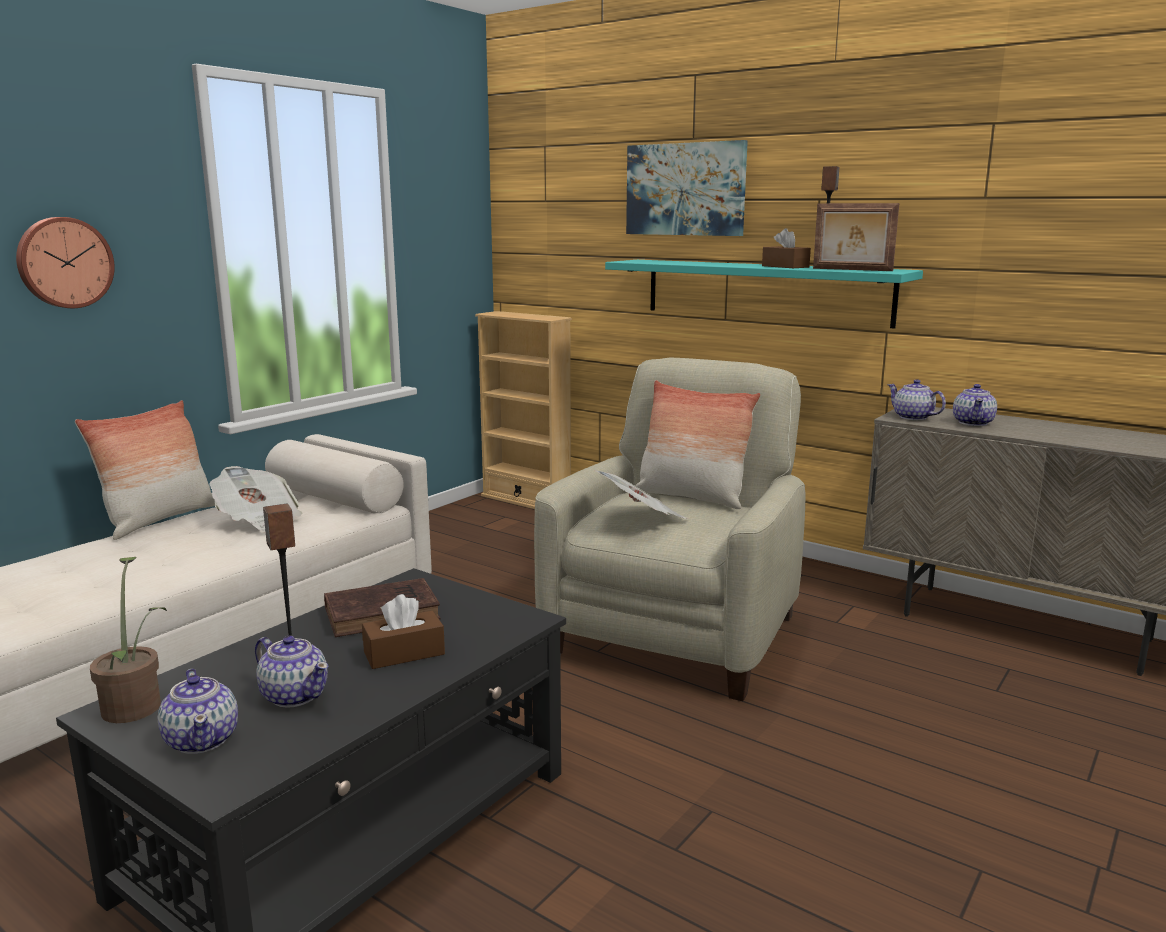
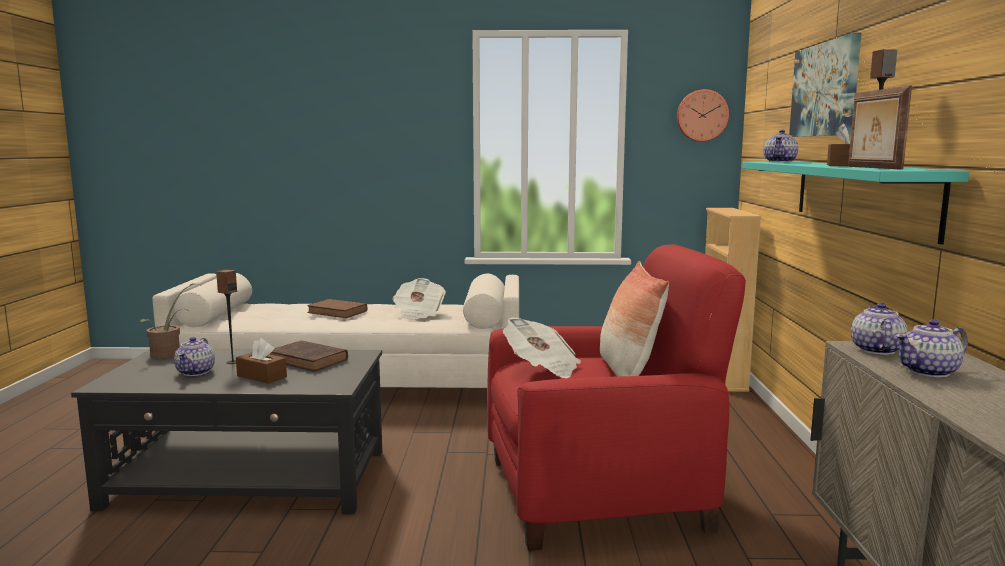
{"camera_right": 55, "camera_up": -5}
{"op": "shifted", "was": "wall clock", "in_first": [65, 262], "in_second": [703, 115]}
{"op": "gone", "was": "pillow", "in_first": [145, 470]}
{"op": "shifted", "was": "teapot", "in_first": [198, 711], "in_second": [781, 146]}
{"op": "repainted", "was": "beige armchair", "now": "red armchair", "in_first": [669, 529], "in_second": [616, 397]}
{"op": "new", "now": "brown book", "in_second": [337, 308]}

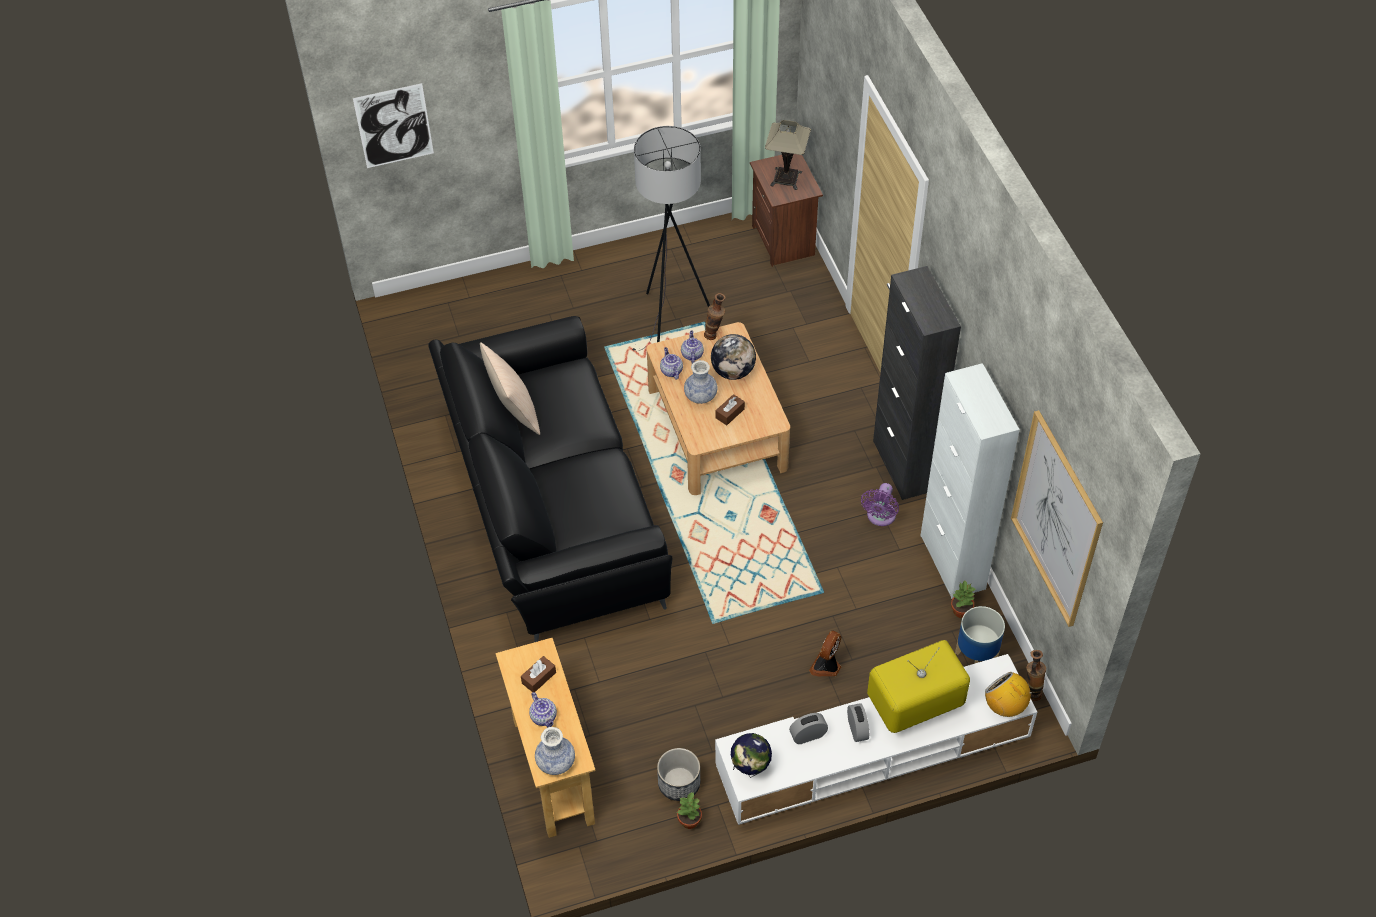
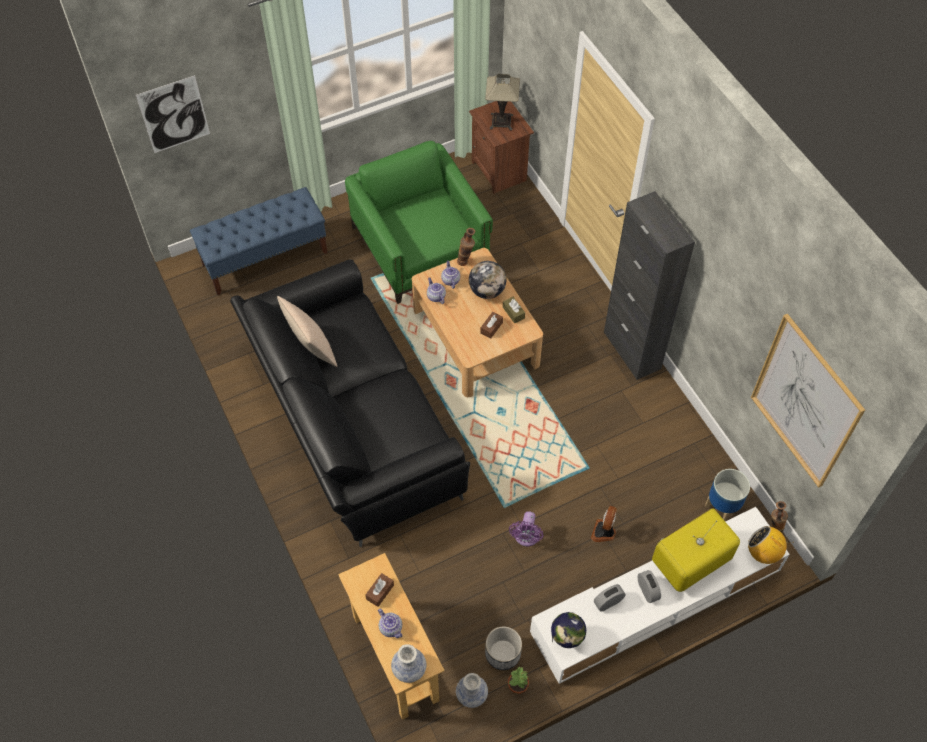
{"camera_right": -10, "camera_up": 5}
{"op": "swapped", "was": "grey floor lamp", "now": "green armchair", "in_first": [670, 239], "in_second": [419, 222]}
{"op": "shifted", "was": "vase", "in_first": [700, 382], "in_second": [472, 690]}
{"op": "shifted", "was": "purple fan", "in_first": [880, 504], "in_second": [526, 528]}
{"op": "gone", "was": "white cabinet", "in_first": [970, 481]}
{"op": "gone", "was": "potted plant", "in_first": [963, 599]}
{"op": "new", "now": "blue bench", "in_second": [259, 241]}
{"op": "new", "now": "brown tissue box", "in_second": [514, 310]}

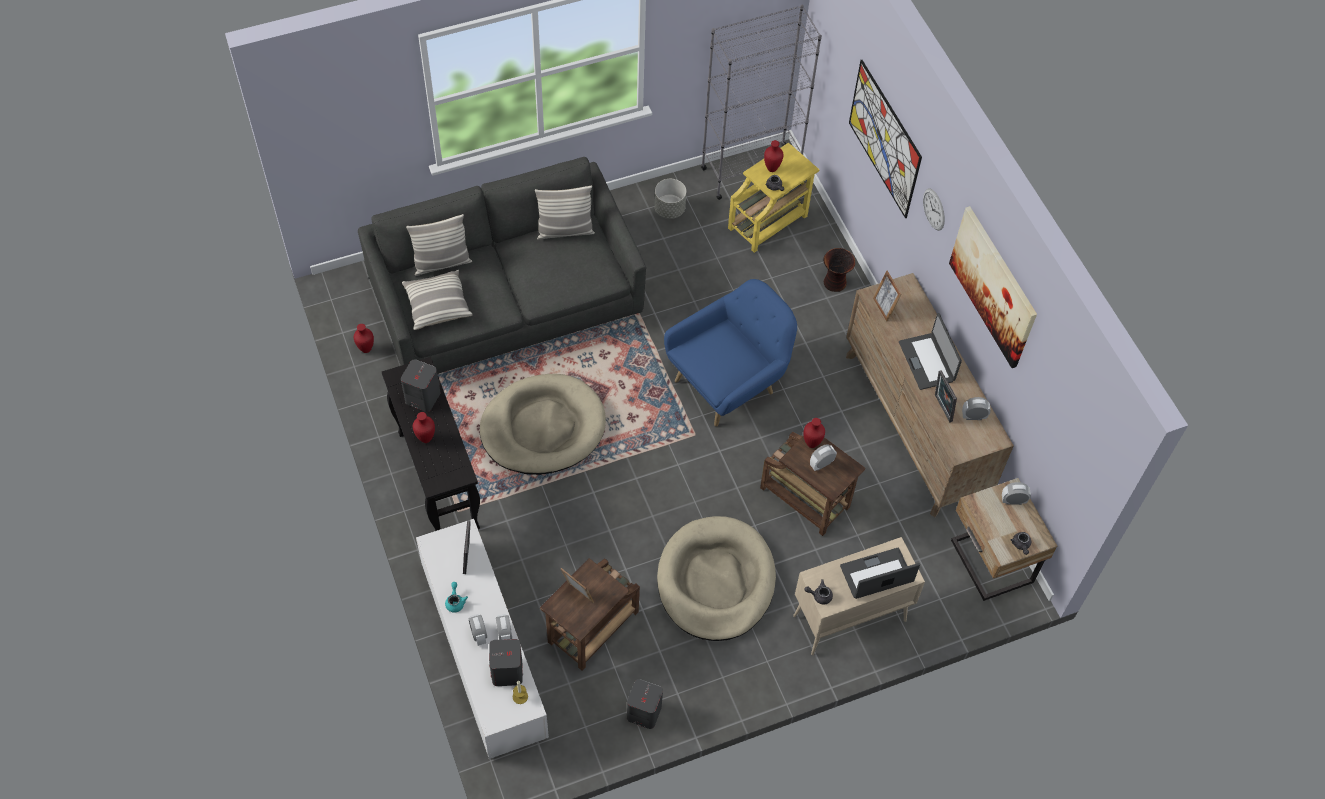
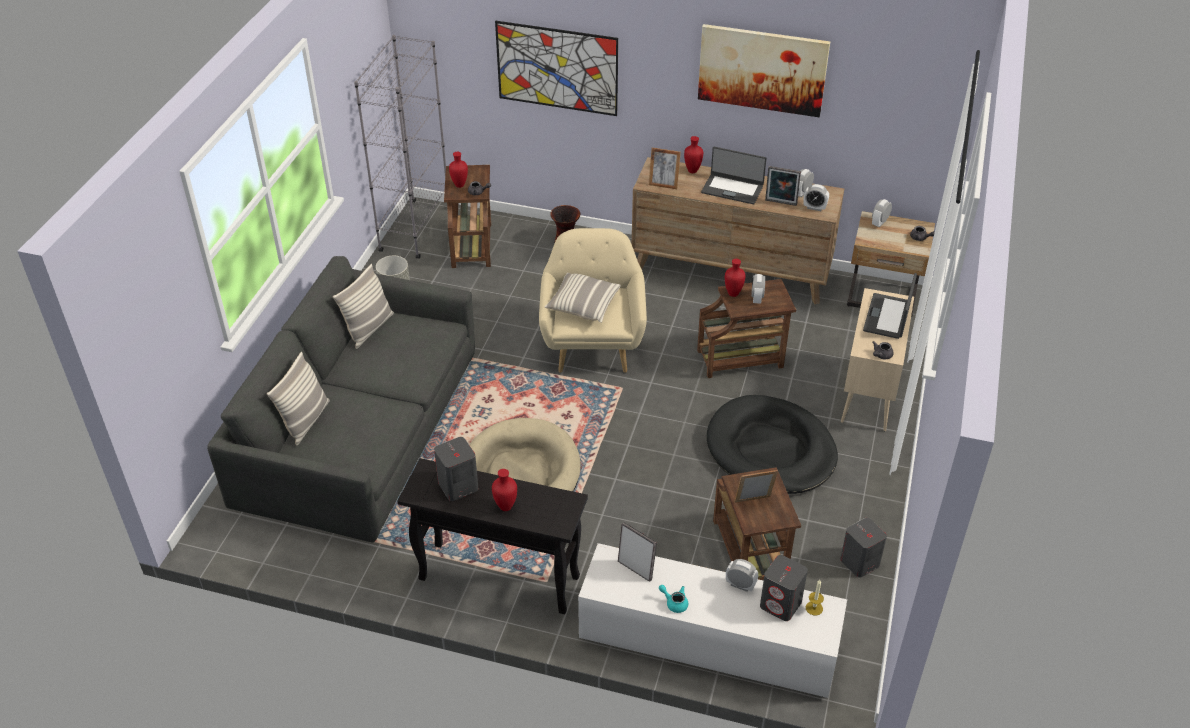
{"camera_right": -50, "camera_up": -15}
{"op": "shifted", "was": "red vase", "in_first": [364, 338], "in_second": [693, 154]}
{"op": "shifted", "was": "pillow", "in_first": [437, 300], "in_second": [583, 298]}
{"op": "shifted", "was": "alarm clock", "in_first": [478, 630], "in_second": [816, 197]}
{"op": "repainted", "was": "beige dog bed", "now": "black dog bed", "in_first": [716, 578], "in_second": [772, 444]}
{"op": "repainted", "was": "blue armchair", "now": "beige armchair", "in_first": [730, 352], "in_second": [593, 300]}
{"op": "repainted", "was": "yellow side table", "now": "brown side table", "in_first": [773, 198], "in_second": [467, 216]}
{"op": "gone", "was": "wall clock", "in_first": [934, 209]}

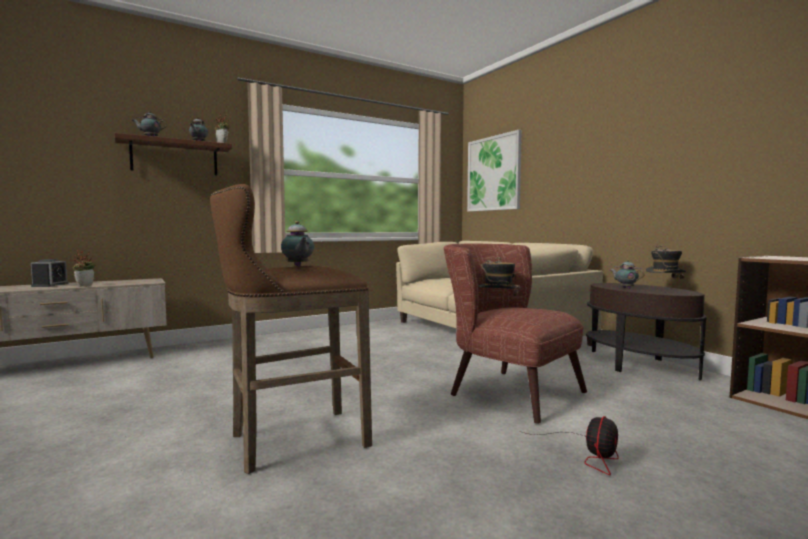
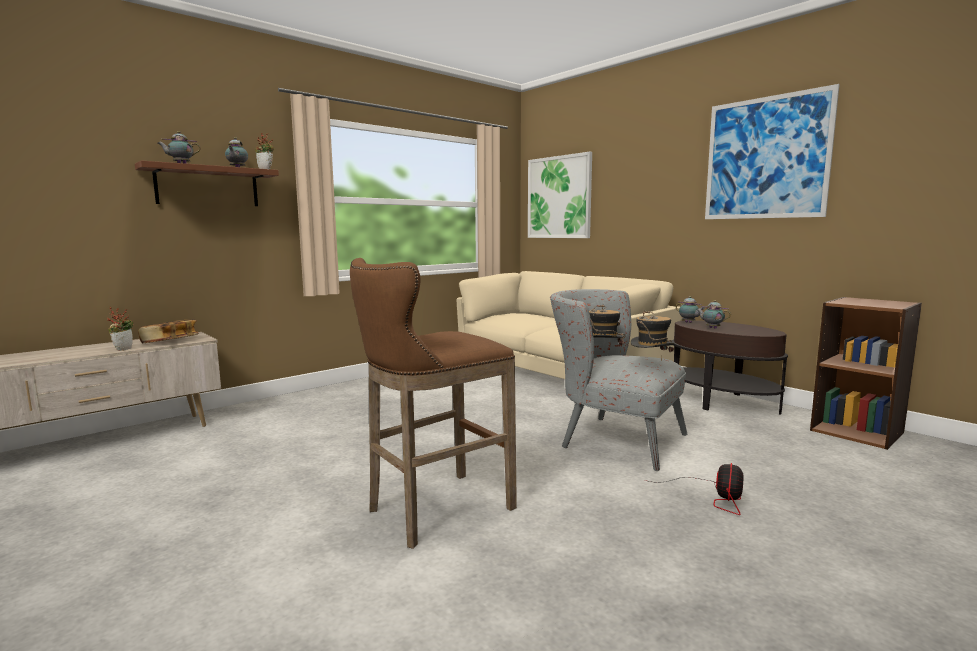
{"camera_right": -10, "camera_up": 5}
{"op": "gone", "was": "alarm clock", "in_first": [49, 273]}
{"op": "shifted", "was": "teapot", "in_first": [297, 244], "in_second": [690, 309]}
{"op": "repainted", "was": "brown armchair", "now": "grey armchair", "in_first": [515, 334], "in_second": [618, 380]}
{"op": "shifted", "was": "hat", "in_first": [666, 266], "in_second": [653, 336]}
{"op": "new", "now": "book", "in_second": [168, 331]}
{"op": "new", "now": "picture", "in_second": [772, 151]}

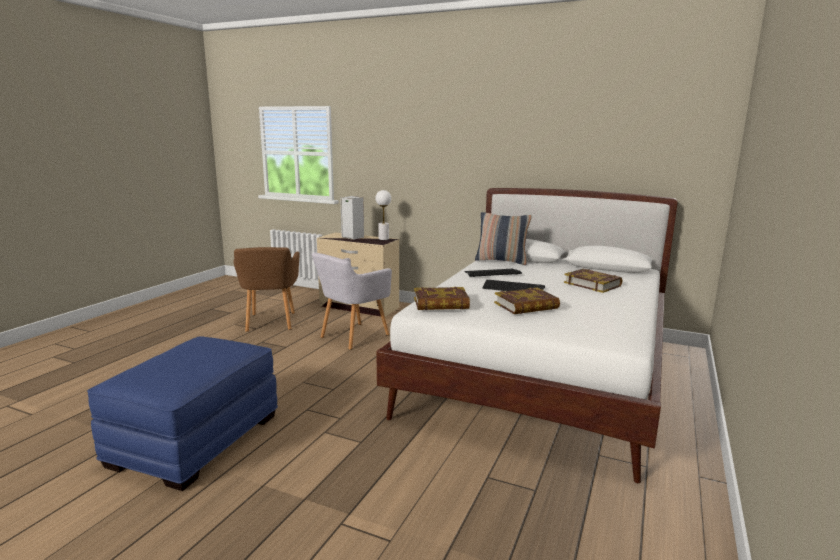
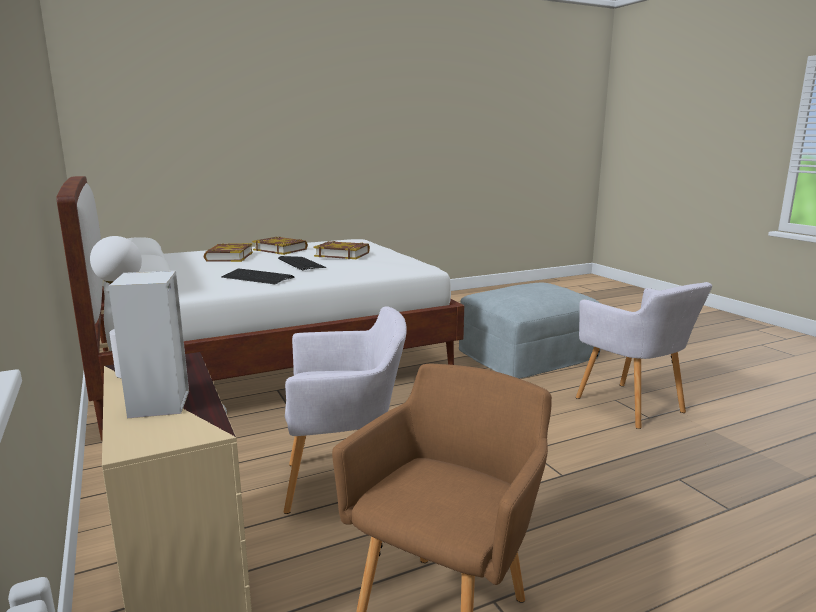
{"camera_right": -140, "camera_up": 0}
{"op": "swapped", "was": "blue ottoman", "now": "grey armchair", "in_first": [182, 413], "in_second": [644, 355]}
{"op": "shifted", "was": "book", "in_first": [442, 298], "in_second": [280, 246]}
{"op": "gone", "was": "pillow", "in_first": [503, 238]}
{"op": "new", "now": "grey ottoman", "in_second": [530, 330]}

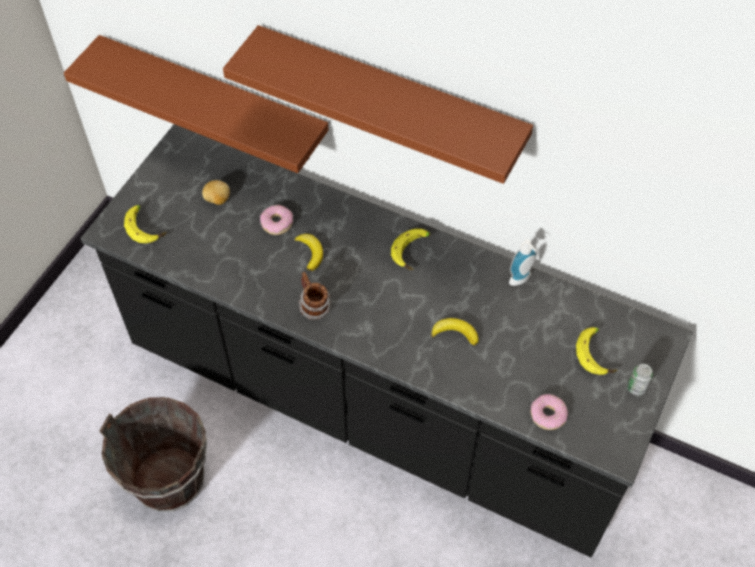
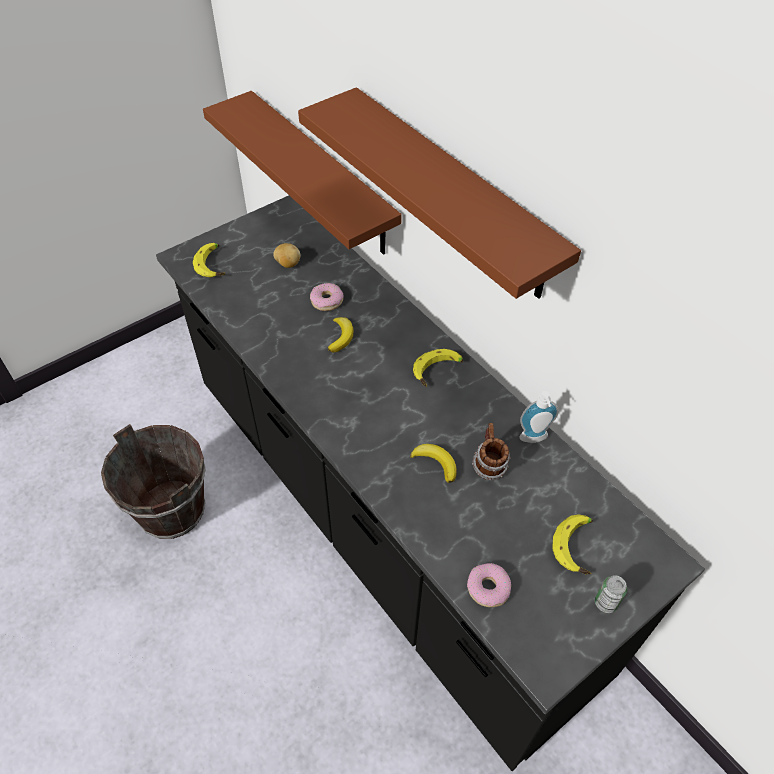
{"camera_right": 25, "camera_up": -5}
{"op": "shifted", "was": "mug", "in_first": [314, 296], "in_second": [491, 451]}

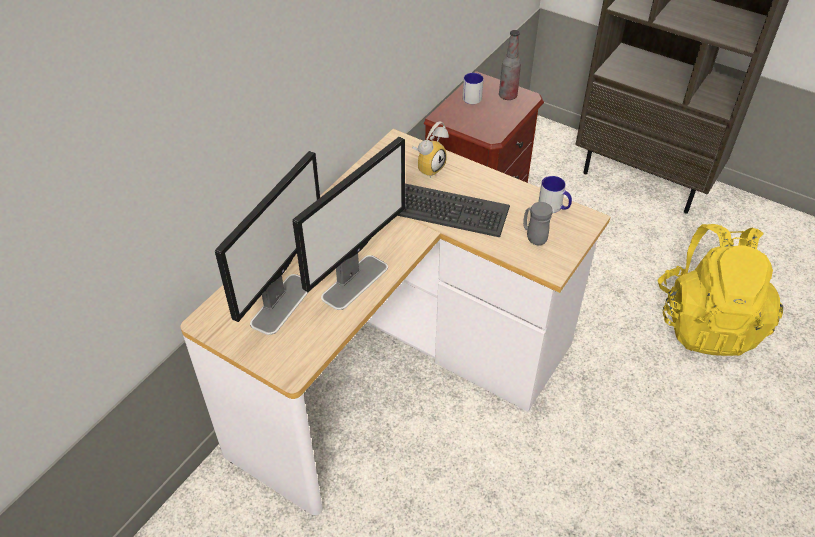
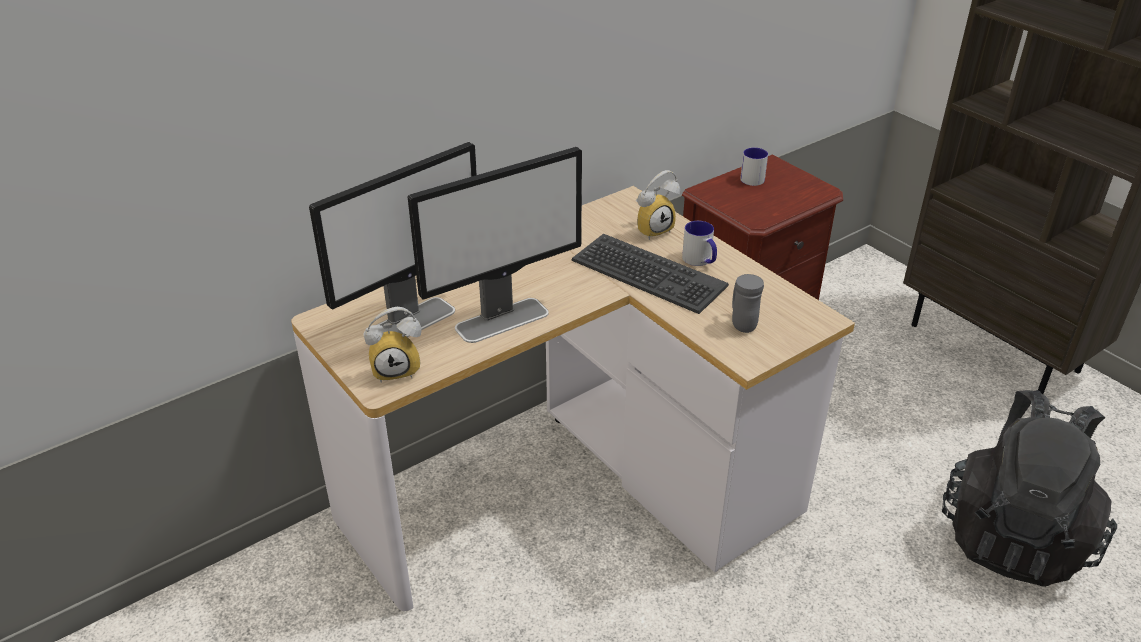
{"camera_right": 20, "camera_up": -10}
{"op": "gone", "was": "bottle", "in_first": [510, 65]}
{"op": "shifted", "was": "mug", "in_first": [555, 194], "in_second": [699, 243]}
{"op": "repainted", "was": "yellow backpack", "now": "black backpack", "in_first": [720, 290], "in_second": [1029, 488]}
{"op": "new", "now": "alarm clock", "in_second": [392, 345]}

